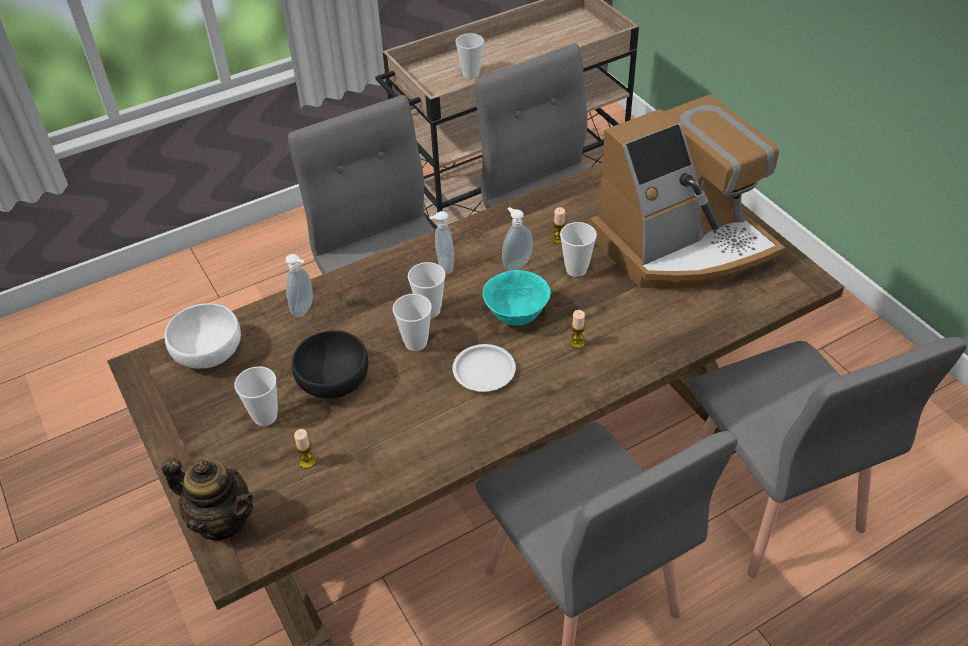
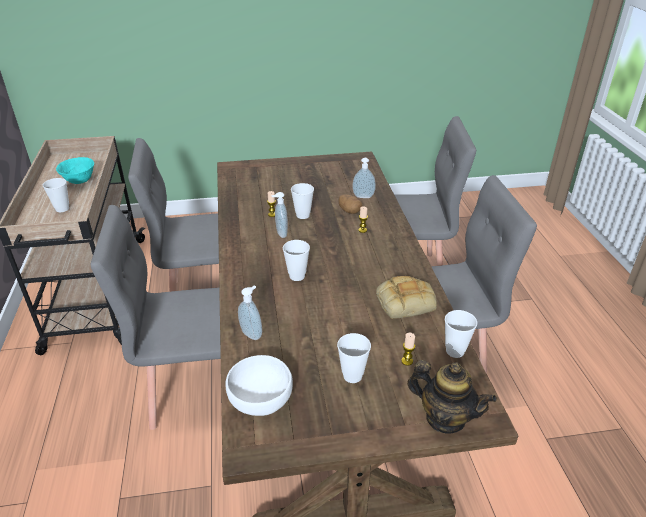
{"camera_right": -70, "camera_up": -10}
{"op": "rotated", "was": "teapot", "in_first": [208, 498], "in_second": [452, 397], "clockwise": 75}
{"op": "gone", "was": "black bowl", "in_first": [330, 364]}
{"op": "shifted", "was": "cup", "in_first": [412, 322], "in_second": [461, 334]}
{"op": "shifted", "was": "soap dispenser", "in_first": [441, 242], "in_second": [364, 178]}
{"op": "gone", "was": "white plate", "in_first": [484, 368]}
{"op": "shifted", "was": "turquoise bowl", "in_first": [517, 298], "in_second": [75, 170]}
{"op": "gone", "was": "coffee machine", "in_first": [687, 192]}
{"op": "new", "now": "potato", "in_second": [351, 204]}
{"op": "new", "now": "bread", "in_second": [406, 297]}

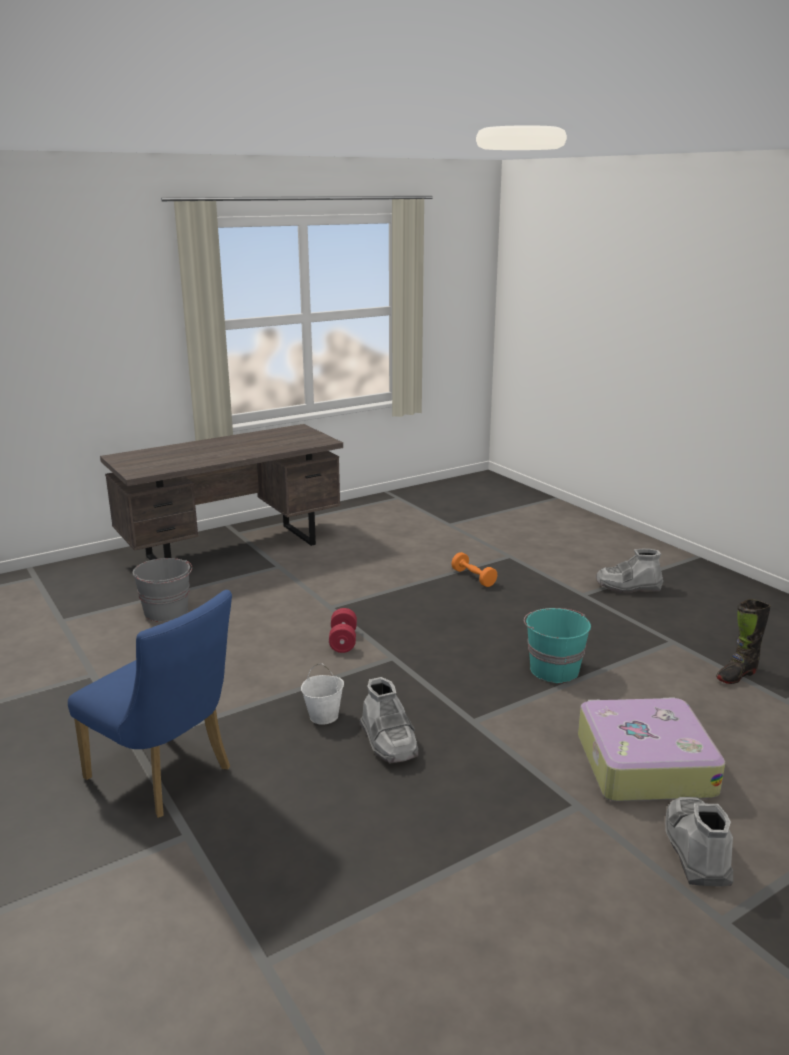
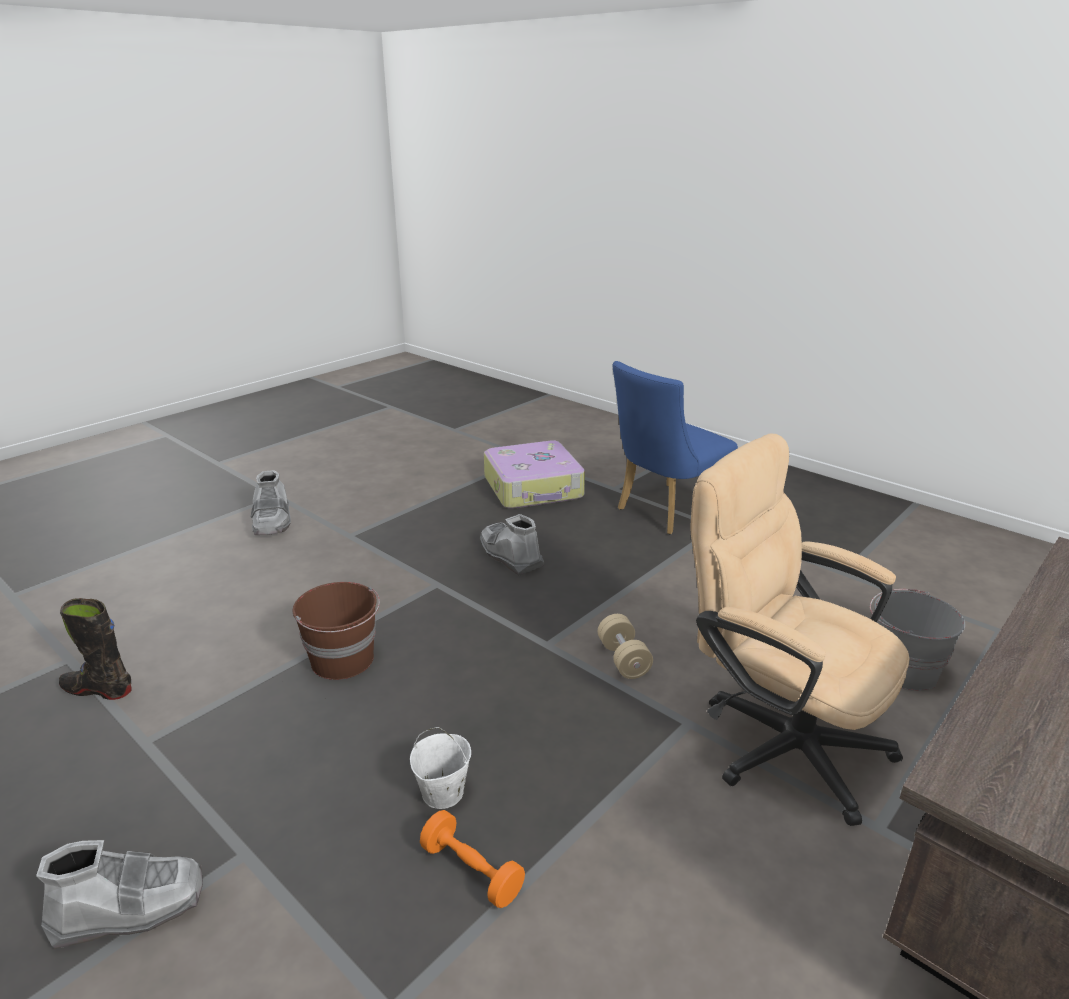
{"camera_right": 165, "camera_up": 5}
{"op": "rotated", "was": "blue chair", "in_first": [150, 704], "in_second": [675, 447], "clockwise": -60}
{"op": "shifted", "was": "white bucket", "in_first": [322, 694], "in_second": [440, 768]}
{"op": "repainted", "was": "red dumbbell", "now": "beige dumbbell", "in_first": [343, 630], "in_second": [625, 646]}
{"op": "repainted", "was": "turquoise bucket", "now": "brown bucket", "in_first": [557, 645], "in_second": [336, 631]}
{"op": "shifted", "was": "suitcase", "in_first": [651, 749], "in_second": [534, 474]}
{"op": "rotated", "was": "black boot", "in_first": [743, 641], "in_second": [95, 649], "clockwise": -120}
{"op": "new", "now": "beige office chair", "in_second": [800, 630]}

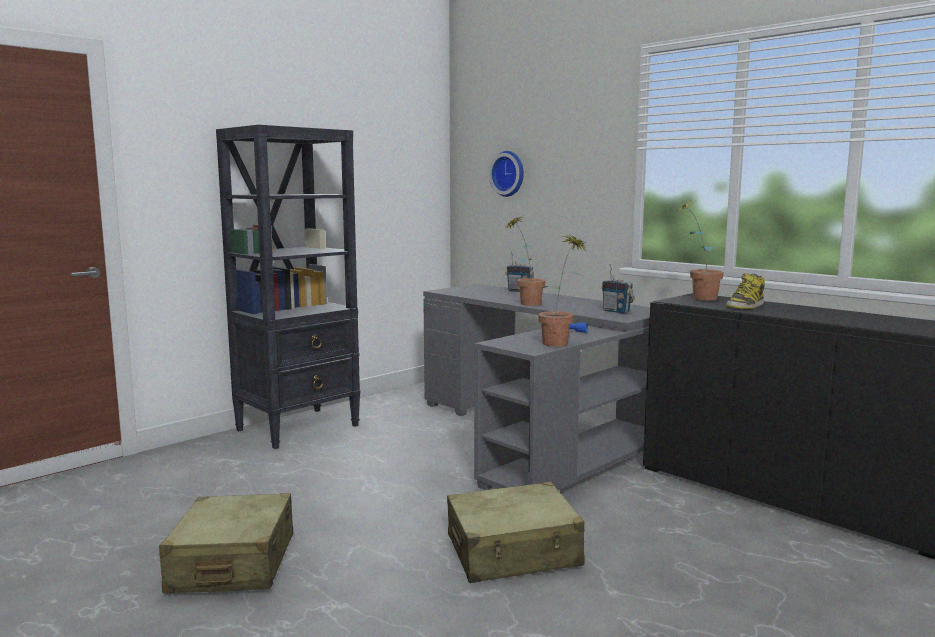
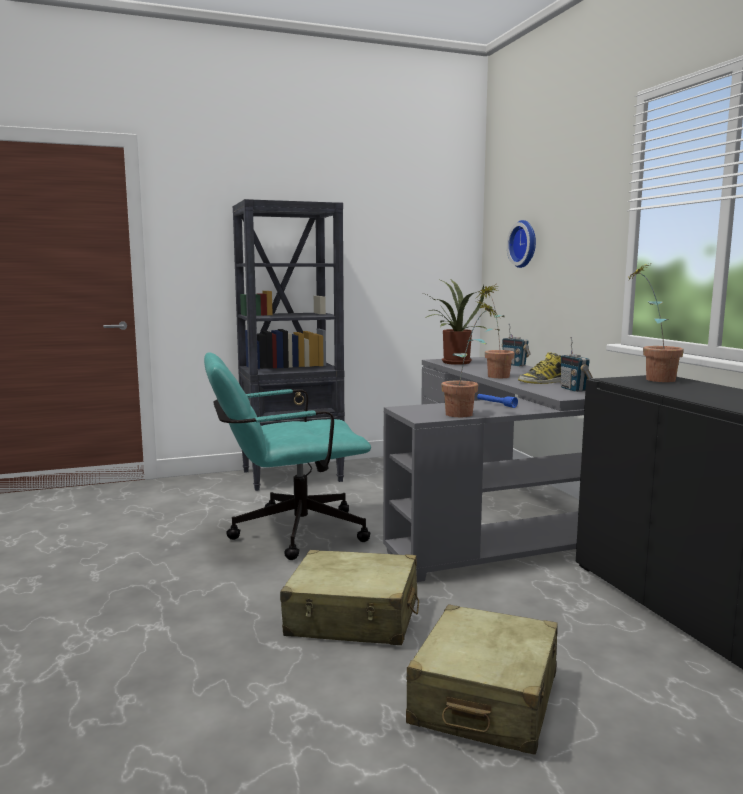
{"camera_right": 25, "camera_up": 0}
{"op": "shifted", "was": "beige suitcase", "in_first": [226, 543], "in_second": [482, 680]}
{"op": "shifted", "was": "boot", "in_first": [745, 291], "in_second": [539, 368]}
{"op": "new", "now": "turquoise office chair", "in_second": [287, 456]}
{"op": "new", "now": "potted plant", "in_second": [455, 322]}

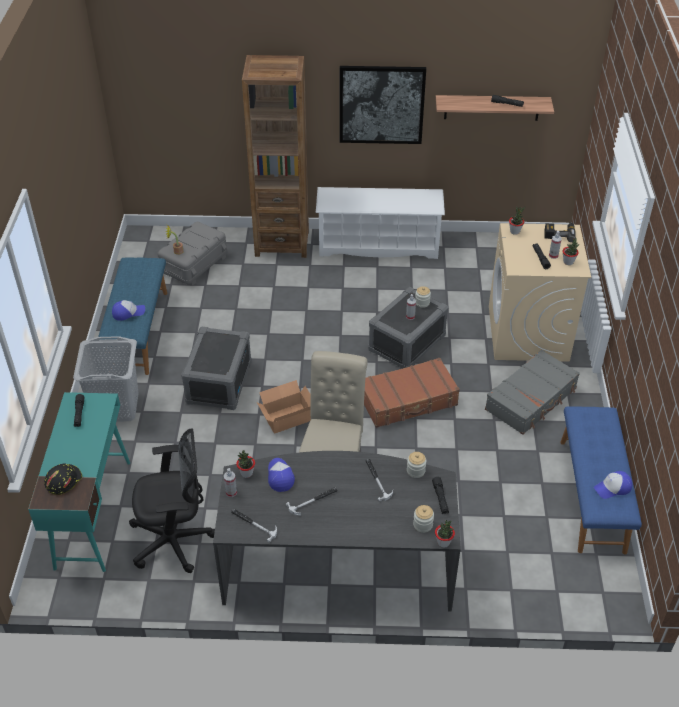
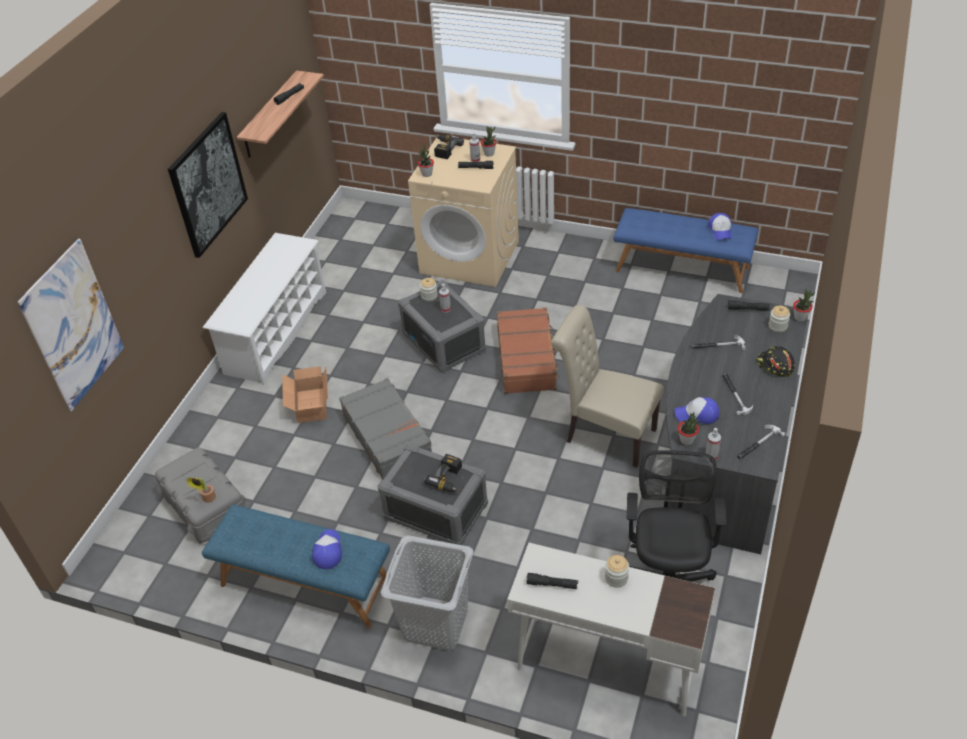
{"camera_right": -70, "camera_up": 0}
{"op": "repainted", "was": "turquoise desk", "now": "white desk", "in_first": [79, 482], "in_second": [611, 629]}
{"op": "shifted", "was": "black hard hat", "in_first": [63, 479], "in_second": [776, 361]}
{"op": "gone", "was": "brown bookcase", "in_first": [275, 156]}
{"op": "shifted", "was": "cardboard box", "in_first": [284, 407], "in_second": [305, 394]}
{"op": "shifted", "was": "jar", "in_first": [416, 465], "in_second": [617, 571]}
{"op": "shifted", "was": "grey suitcase", "in_first": [532, 392], "in_second": [385, 429]}
{"op": "new", "now": "picture", "in_second": [70, 325]}
{"op": "new", "now": "power drill", "in_second": [443, 473]}

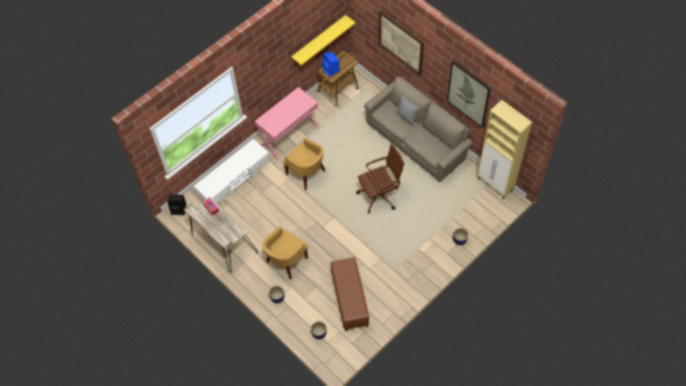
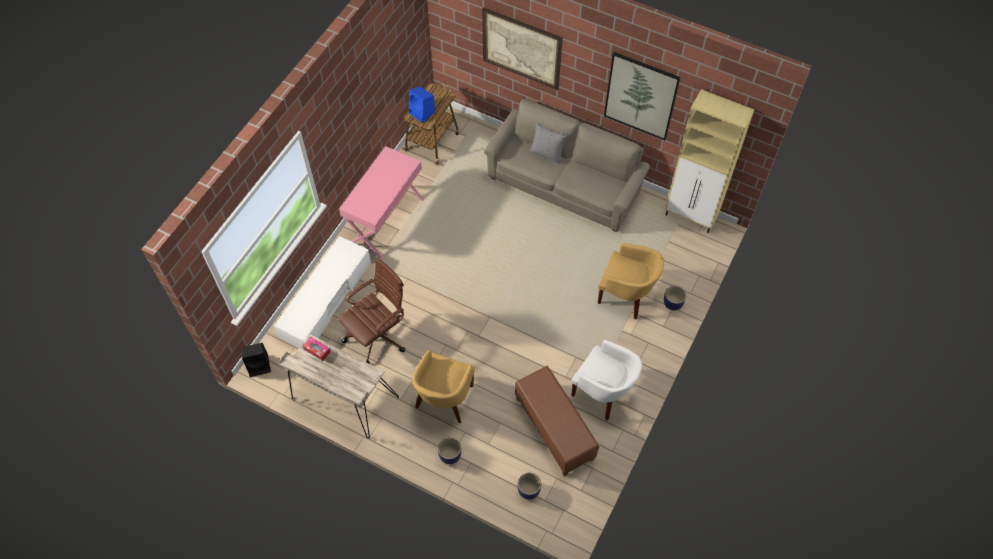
{"camera_right": -20, "camera_up": 0}
{"op": "shifted", "was": "yellow armchair", "in_first": [303, 164], "in_second": [631, 281]}
{"op": "gone", "was": "yellow shelf", "in_first": [323, 40]}
{"op": "shifted", "was": "brown office chair", "in_first": [380, 178], "in_second": [371, 311]}
{"op": "new", "now": "white armchair", "in_second": [606, 380]}

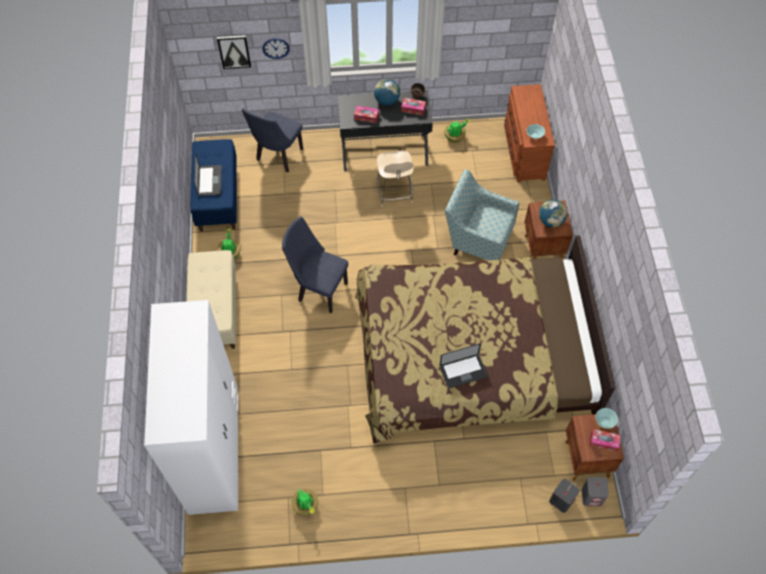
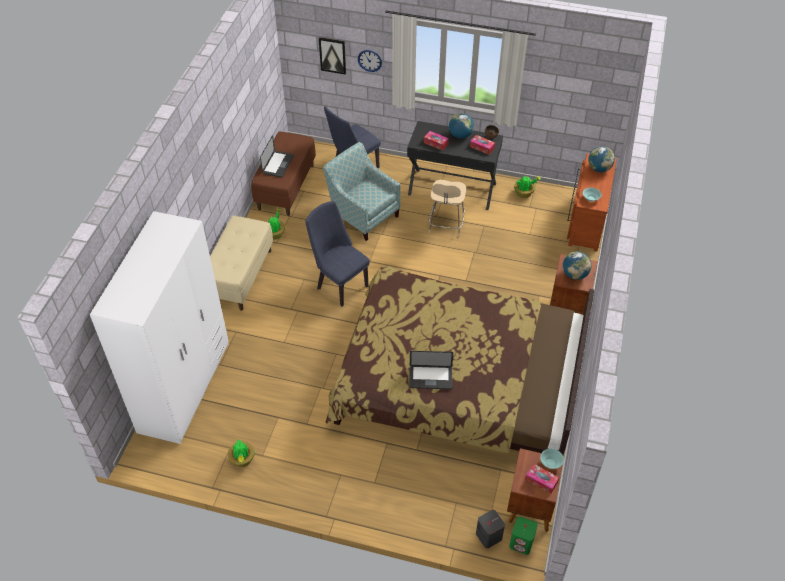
{"camera_right": 20, "camera_up": -10}
{"op": "repainted", "was": "blue bench", "now": "brown bench", "in_first": [213, 185], "in_second": [283, 173]}
{"op": "shifted", "was": "armchair", "in_first": [482, 214], "in_second": [362, 191]}
{"op": "repainted", "was": "grey speaker", "now": "green speaker", "in_first": [595, 491], "in_second": [523, 536]}
{"op": "new", "now": "globe", "in_second": [601, 159]}

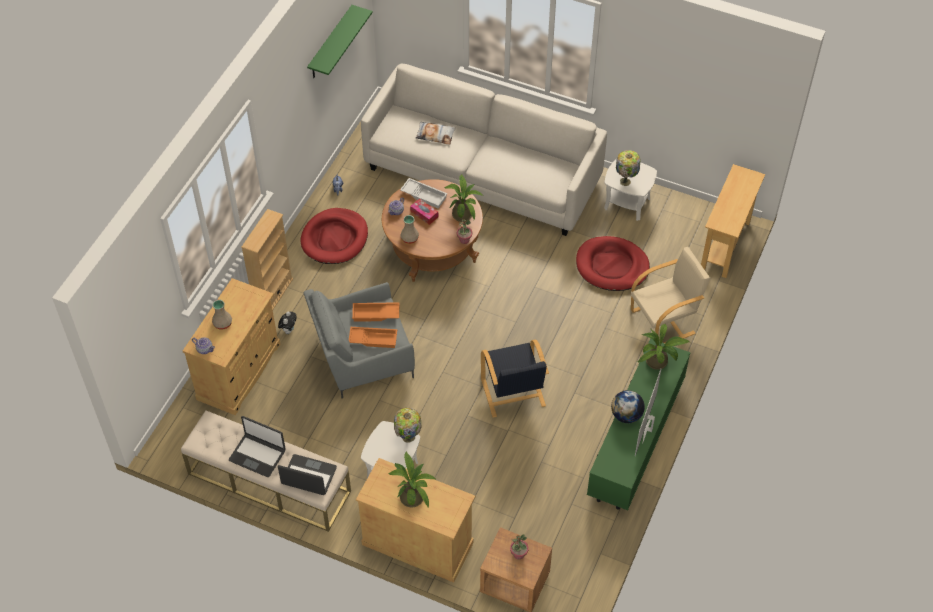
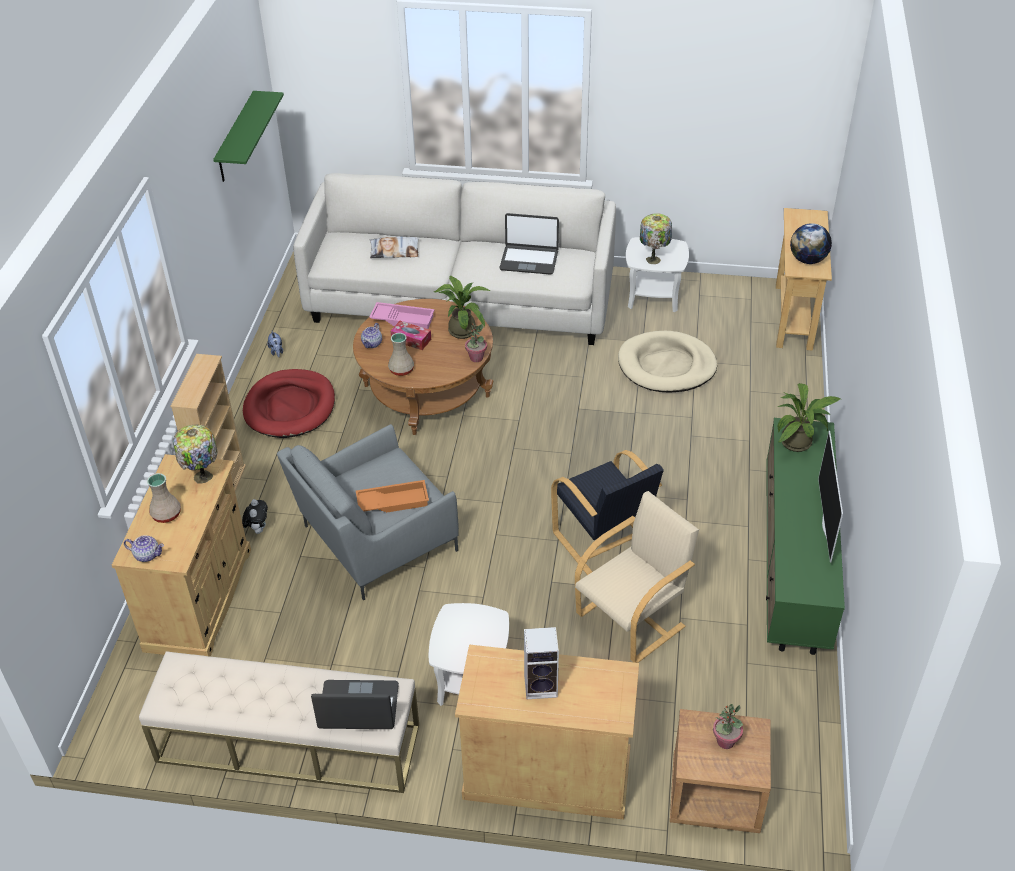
{"camera_right": -15, "camera_up": -10}
{"op": "shifted", "was": "laptop", "in_first": [257, 446], "in_second": [529, 244]}
{"op": "gone", "was": "orange tray", "in_first": [375, 312]}
{"op": "swapped", "was": "potted plant", "now": "speaker", "in_first": [412, 479], "in_second": [541, 663]}
{"op": "shifted", "was": "table lamp", "in_first": [407, 425], "in_second": [195, 454]}
{"op": "repainted", "was": "white tray", "now": "pink tray", "in_first": [423, 193], "in_second": [402, 315]}
{"op": "repainted", "was": "red dog bed", "now": "beige dog bed", "in_first": [613, 263], "in_second": [667, 362]}
{"op": "shifted", "was": "globe", "in_first": [628, 406], "in_second": [811, 243]}
{"op": "shifted", "was": "beige armchair", "in_first": [670, 295], "in_second": [637, 577]}

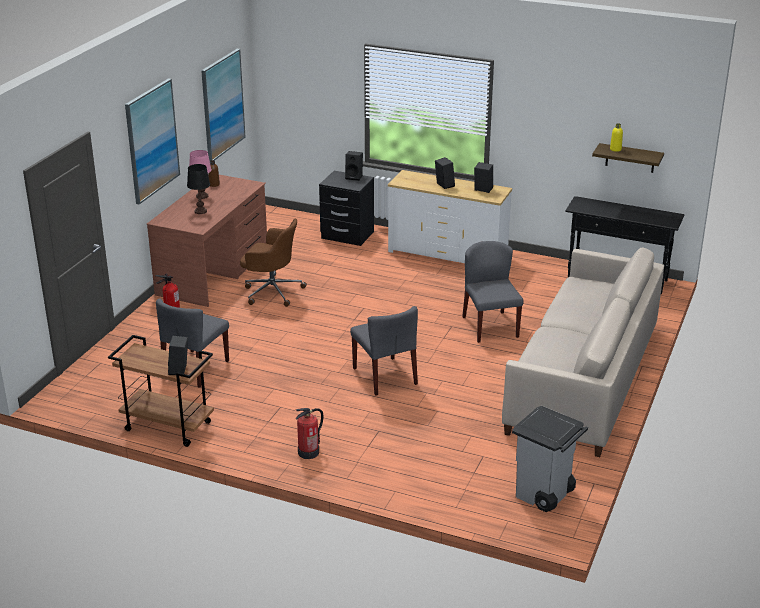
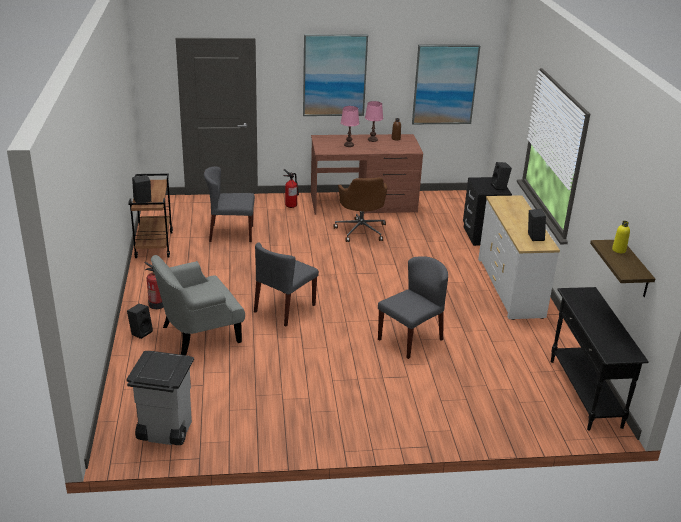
{"camera_right": 60, "camera_up": 0}
{"op": "repainted", "was": "black table lamp", "now": "pink table lamp", "in_first": [198, 189], "in_second": [350, 126]}
{"op": "shifted", "was": "black speaker", "in_first": [445, 173], "in_second": [140, 321]}
{"op": "gone", "was": "beige sofa", "in_first": [583, 352]}
{"op": "new", "now": "grey armchair", "in_second": [198, 305]}

